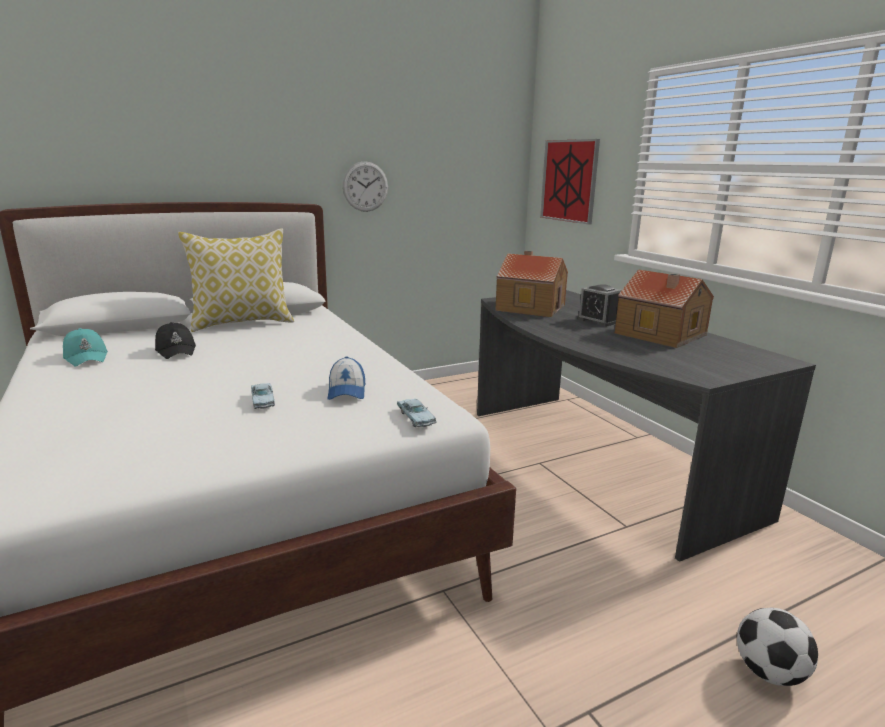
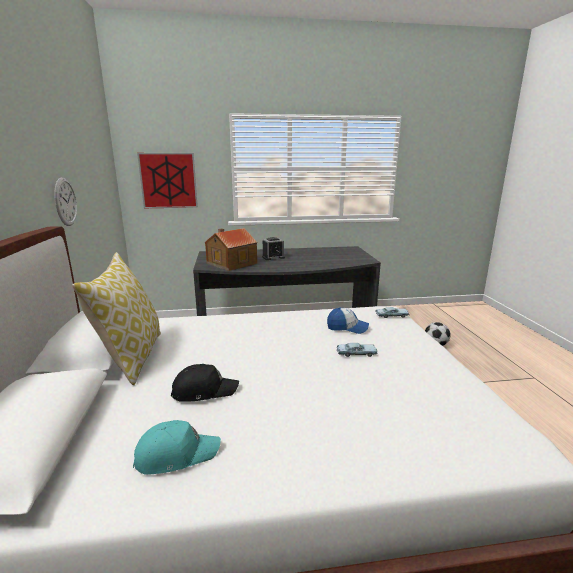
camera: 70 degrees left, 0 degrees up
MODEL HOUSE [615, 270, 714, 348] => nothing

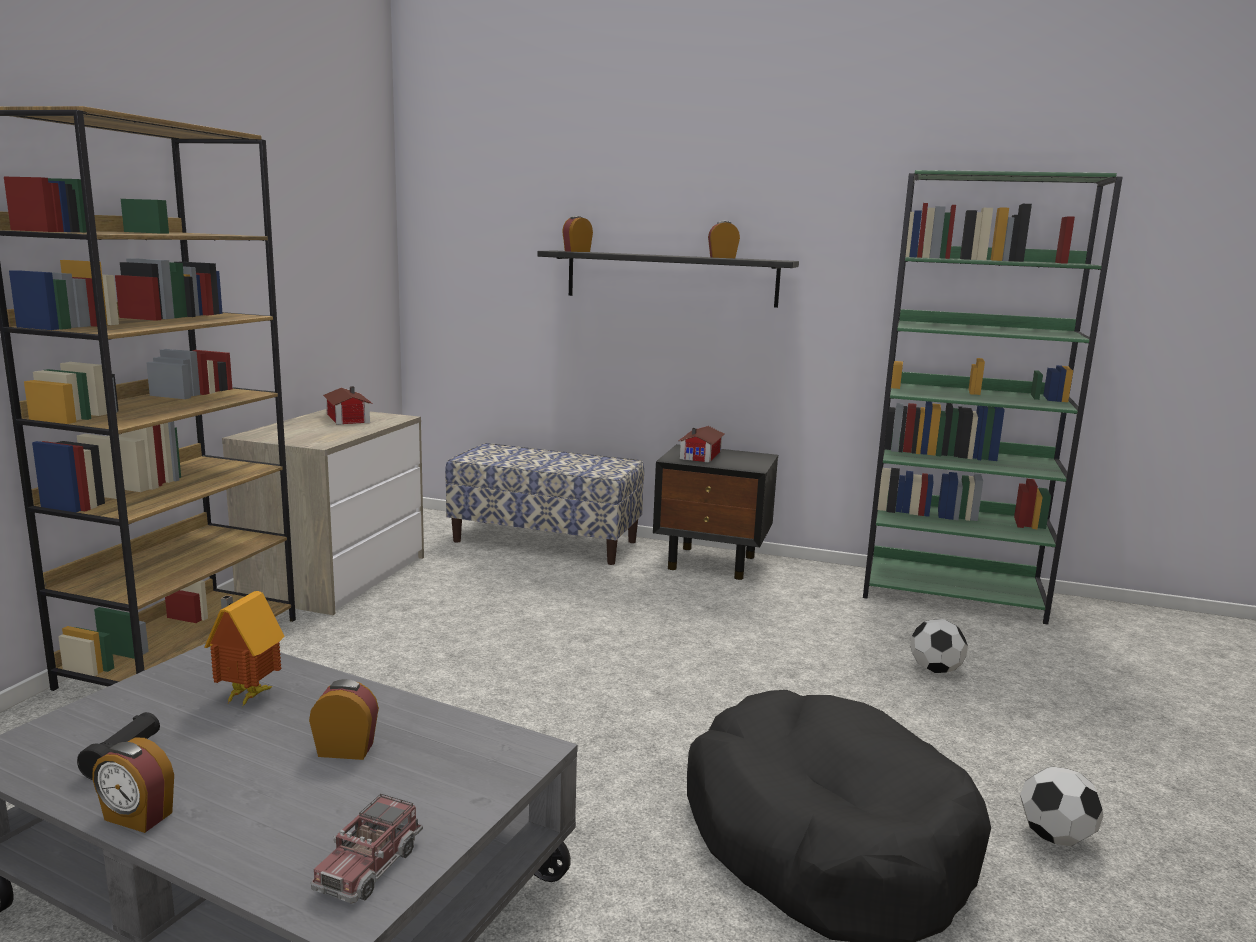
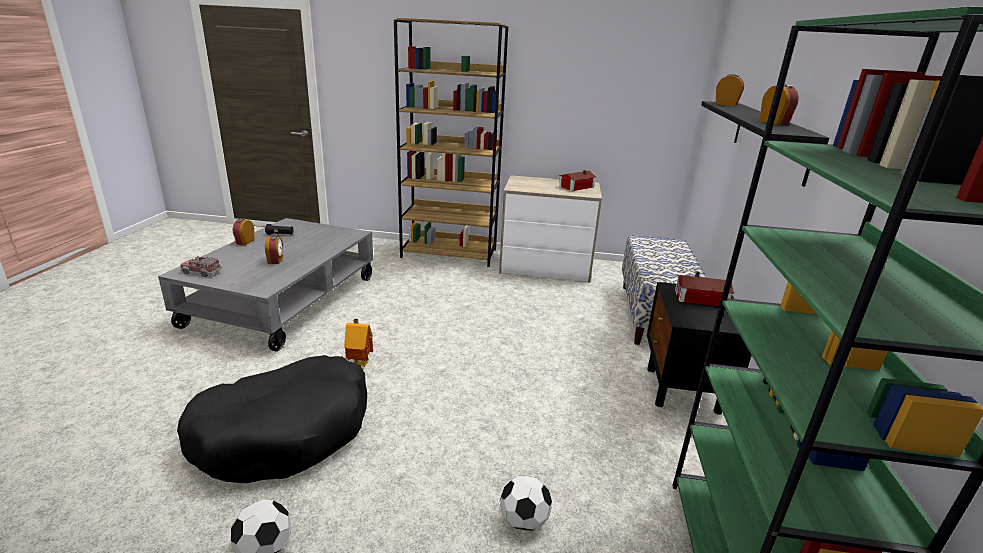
camera: 80 degrees right, 10 degrees up
MODEL HOUSE [205, 591, 284, 707] => MODEL HOUSE [344, 319, 373, 367], moved

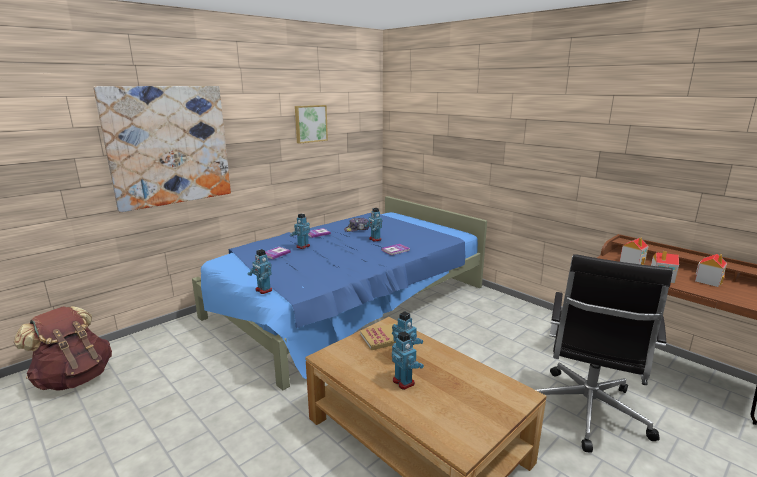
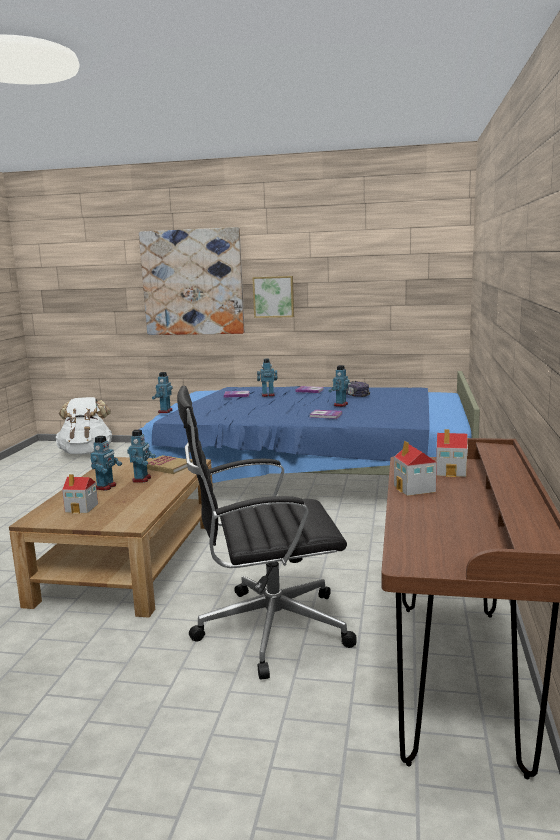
camera: 55 degrees right, 5 degrees down
BROWN-COLOURED KNAPSACK [14, 306, 112, 391] => WHITE-COLOURED KNAPSACK [55, 397, 113, 454]
WALL ART [295, 105, 328, 144] => WALL ART [252, 276, 294, 318], moved
MODEL HOUSE [695, 254, 727, 287] => MODEL HOUSE [62, 474, 98, 514], moved

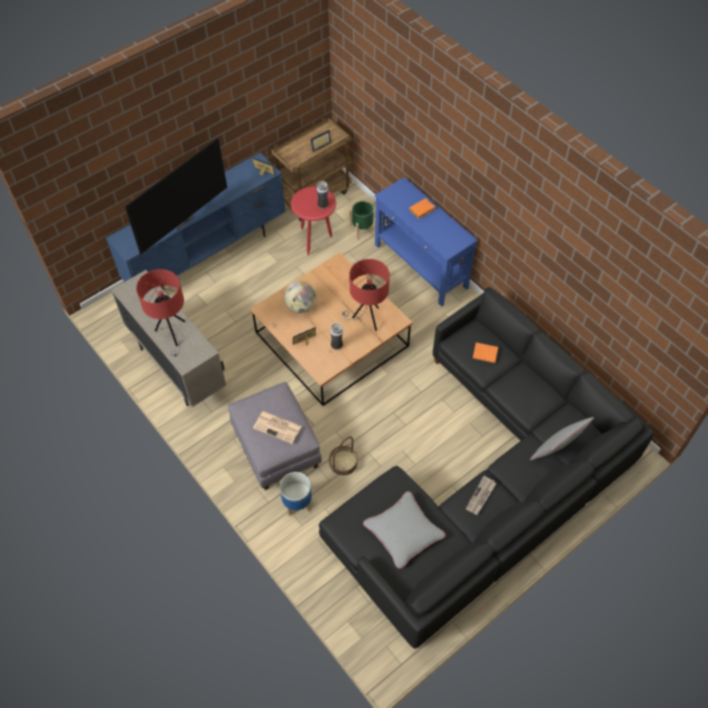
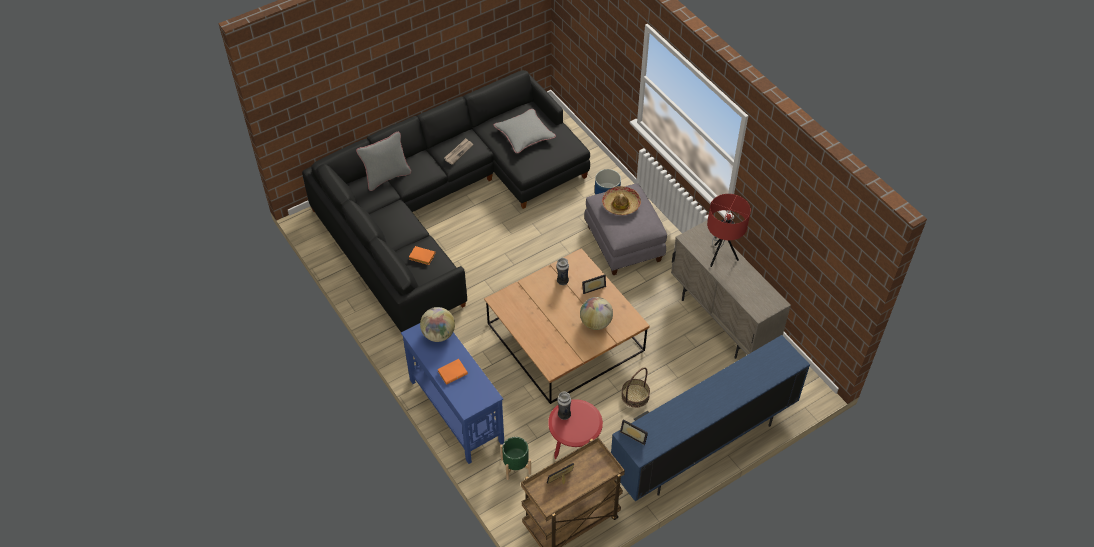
camera: 175 degrees left, 5 degrees down
TELEVISION [125, 137, 227, 255] => nothing
PRINTED PAPER [253, 411, 301, 444] => CLOTHING HAT [602, 186, 641, 215]
HOUSEHOLD BASKET [329, 436, 358, 476] => HOUSEHOLD BASKET [621, 367, 650, 408], moved
RED-COLOURED TABLE LAMP [342, 259, 390, 331] => nothing
nothing => DESK GLOBE [420, 307, 455, 342]

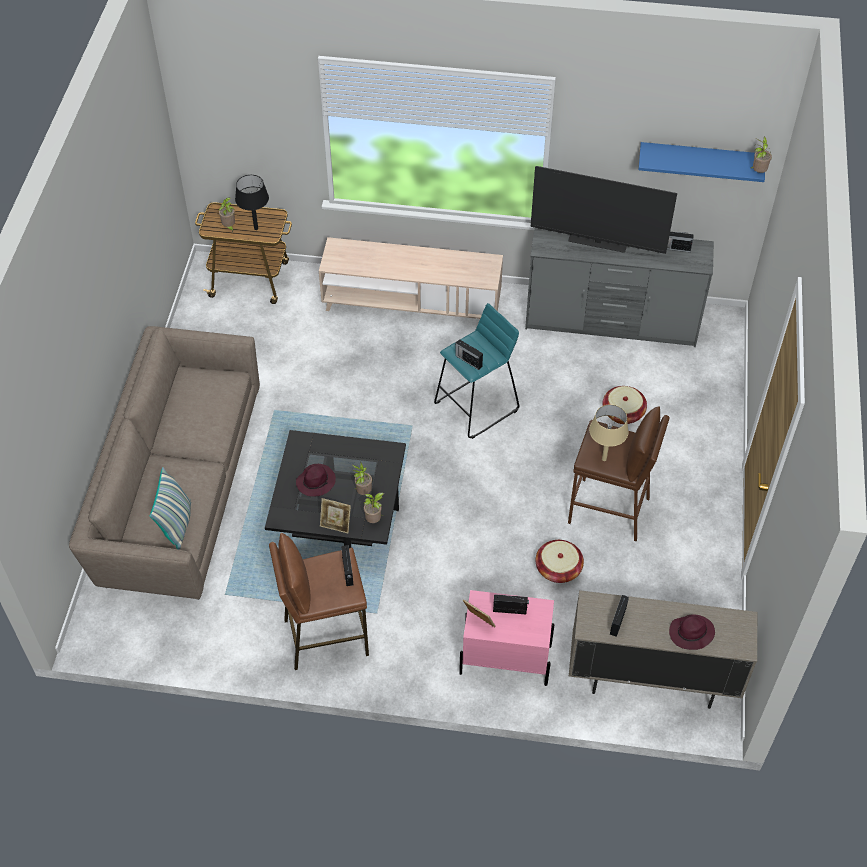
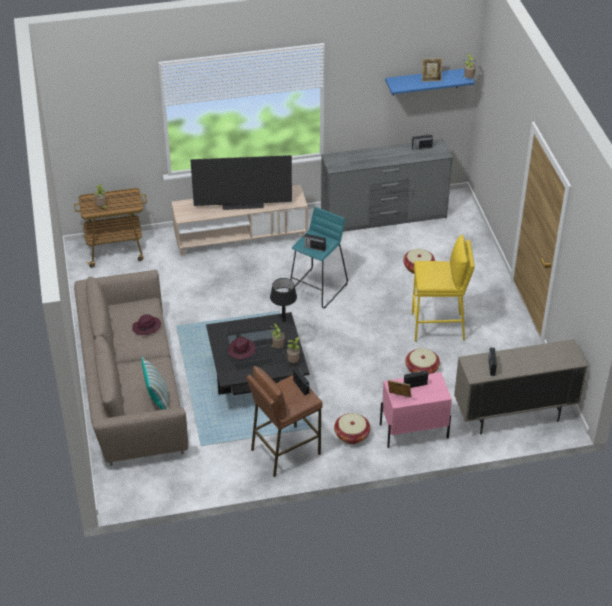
camera: 20 degrees left, 10 degrees down
BLACKISH TABLE LAMP [235, 175, 269, 230] => BLACKISH TABLE LAMP [270, 278, 297, 322], moved
STANDING FRAME [320, 498, 351, 533] => STANDING FRAME [422, 58, 442, 82], moved
TELEVISION [531, 166, 677, 254] => TELEVISION [191, 155, 292, 210], moved
BROWN-COLOURED SITTING STOOL [568, 406, 670, 541] => YELLOWISH SITTING STOOL [412, 234, 475, 342]
BEIGE TABLE LAMP [589, 404, 629, 461] => nothing
PURPLISH CLOTHING HAT [669, 615, 715, 650] => PURPLISH CLOTHING HAT [132, 314, 161, 335], moved
nothing => HOUSEHOLD BASKET [334, 413, 370, 444]

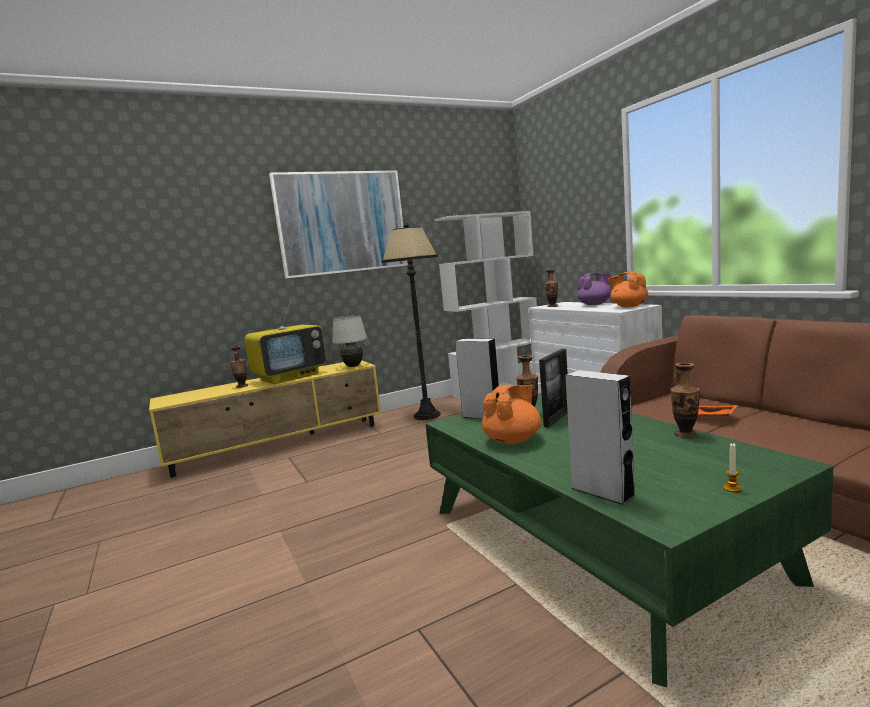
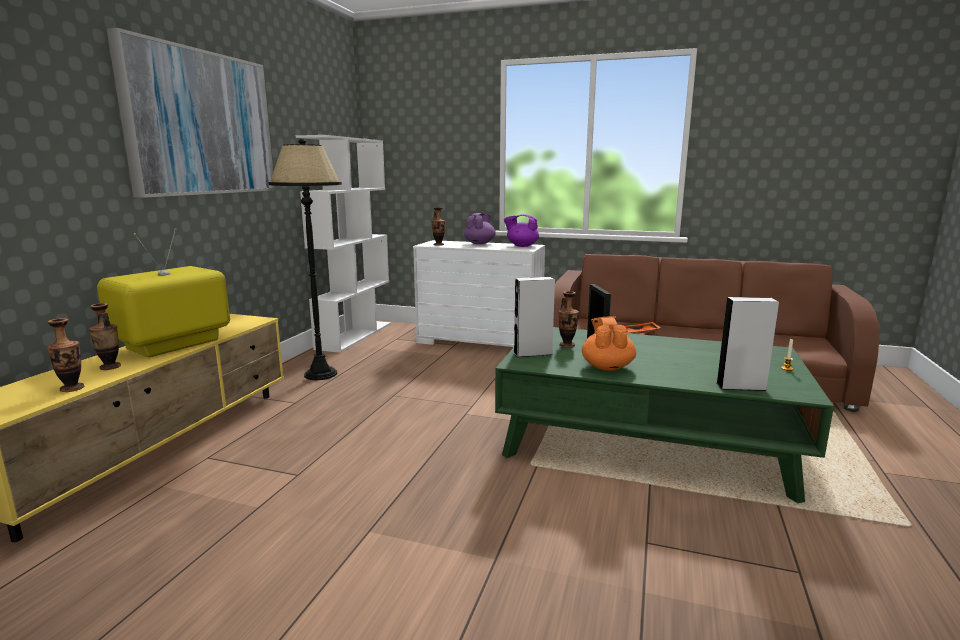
camera: 45 degrees left, 5 degrees up
TELEVISION [244, 299, 326, 384] => TELEVISION [97, 228, 230, 357], 150 degrees counterclockwise
WHITE-COLOURED TABLE LAMP [332, 315, 367, 367] => nothing
ORANGE TEA POT [608, 272, 648, 308] => PURPLISH TEA POT [504, 214, 539, 247]
FLOWER VASE [671, 363, 700, 438] => FLOWER VASE [47, 318, 84, 392], moved

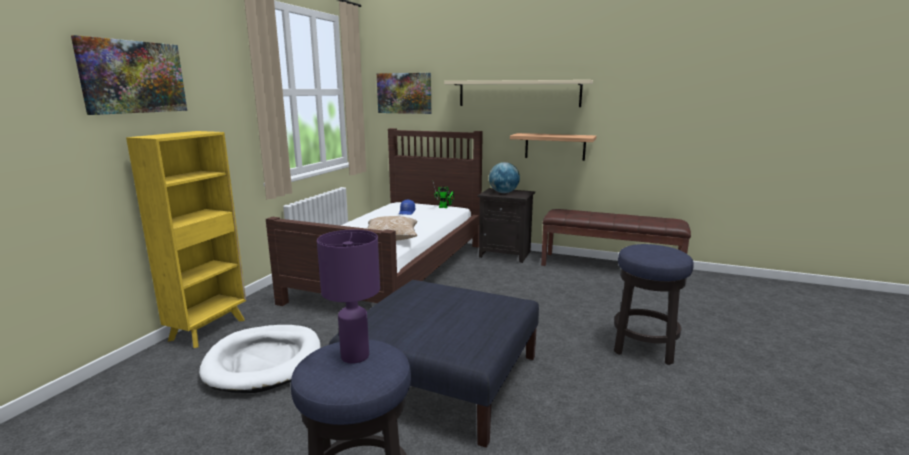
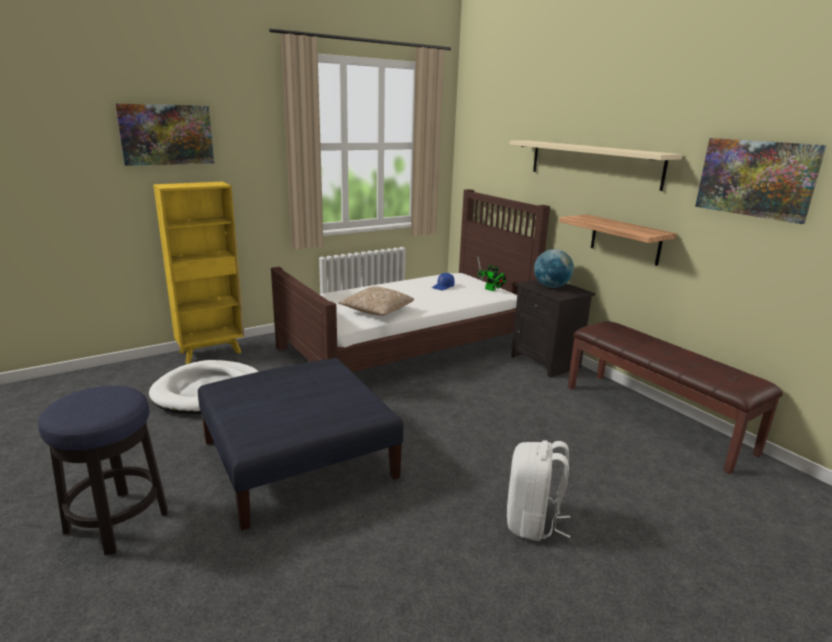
camera: 35 degrees right, 5 degrees up
PURPLISH TABLE LAMP [317, 230, 380, 364] => nothing
WALL ART [377, 73, 431, 114] => WALL ART [695, 138, 827, 224], moved
SITTING STOOL [614, 244, 694, 365] => WHITE-COLOURED KNAPSACK [507, 440, 571, 541]

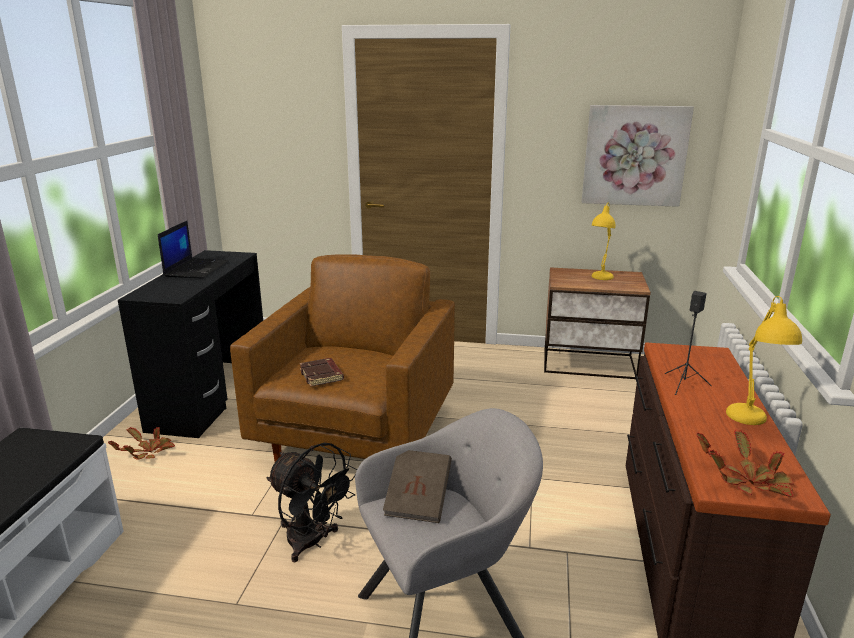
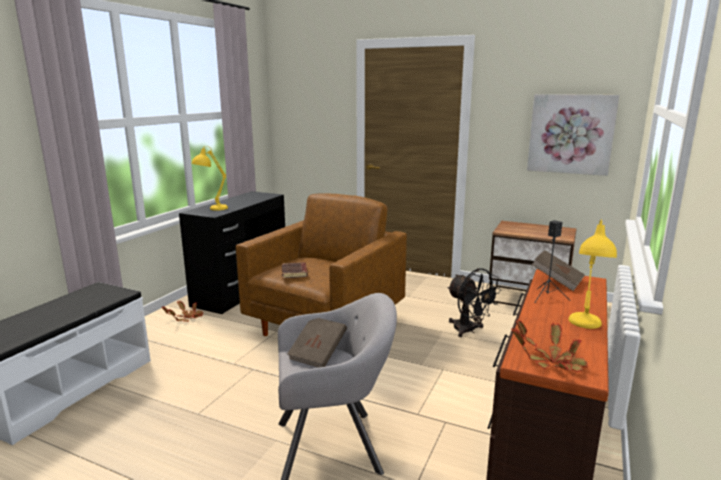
camera: 15 degrees right, 5 degrees down
NOTEBOOK COMPUTER [158, 221, 229, 279] => nothing
BLACKISH COOLING FAN [266, 443, 357, 562] => BLACKISH COOLING FAN [447, 268, 501, 337], moved
YELLOWISH TABLE LAMP [592, 204, 615, 280] => YELLOWISH TABLE LAMP [192, 146, 228, 211], moved
nothing => BROWN-COLOURED BOUND BOOK [531, 250, 585, 291]

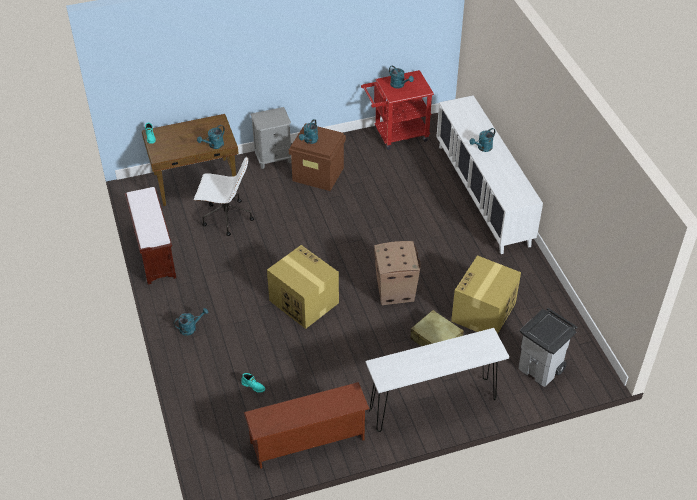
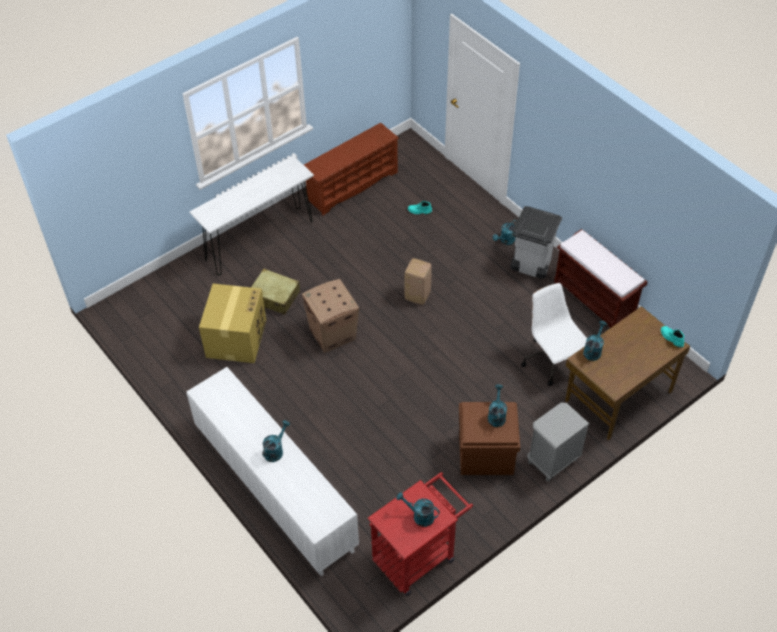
camera: 160 degrees right, 5 degrees up
WHITE-COLOURED DESK CHAIR [194, 157, 254, 236] => WHITE-COLOURED DESK CHAIR [521, 283, 587, 386], 75 degrees clockwise
PACKING BOX [267, 245, 339, 329] => BEIGE SITTING STOOL [404, 258, 432, 305]
GREYISH WASTE BIN [518, 308, 577, 387] => GREYISH WASTE BIN [510, 206, 562, 279], moved

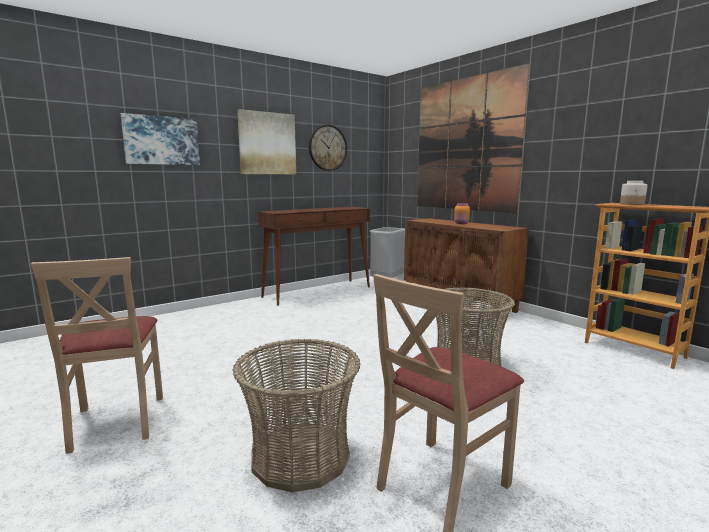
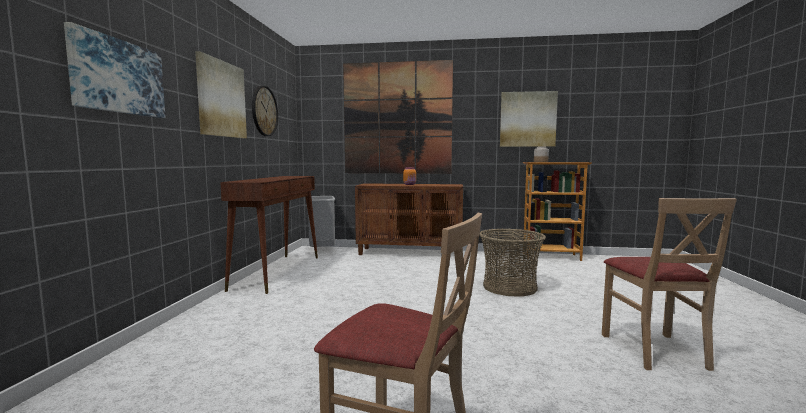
camera: 45 degrees left, 5 degrees down
HOUSEHOLD BASKET [233, 339, 361, 492] => nothing
nothing => WALL ART [500, 91, 558, 147]

